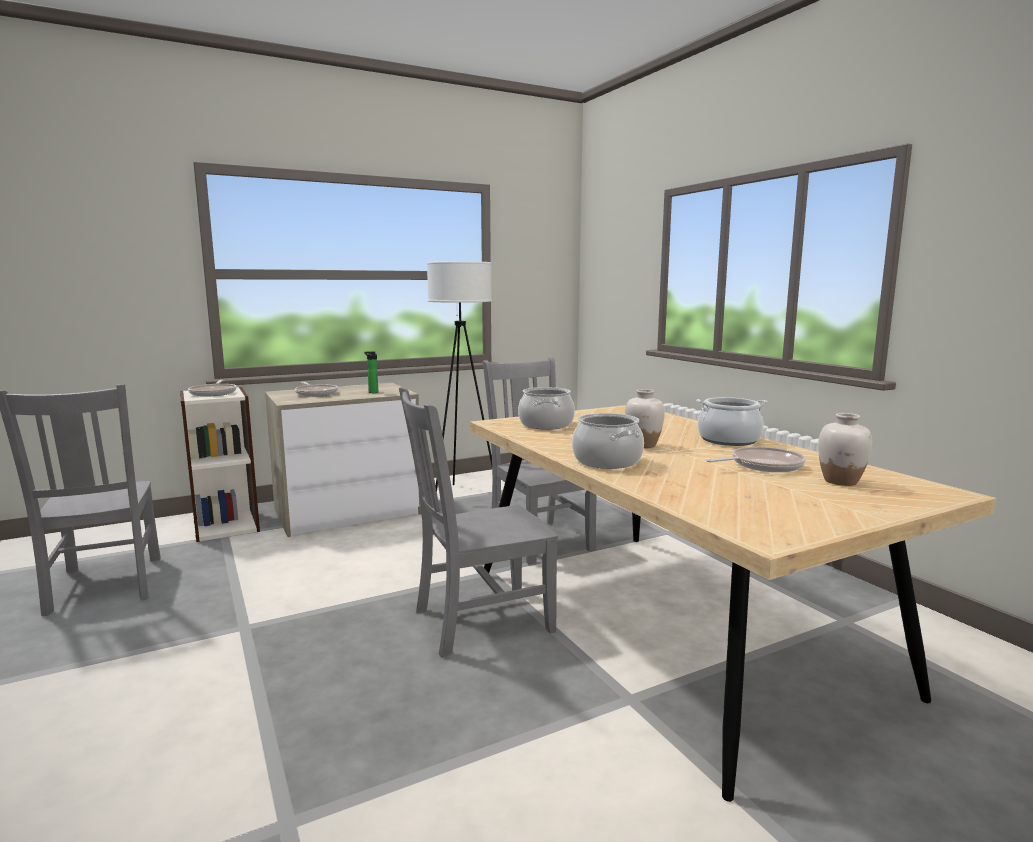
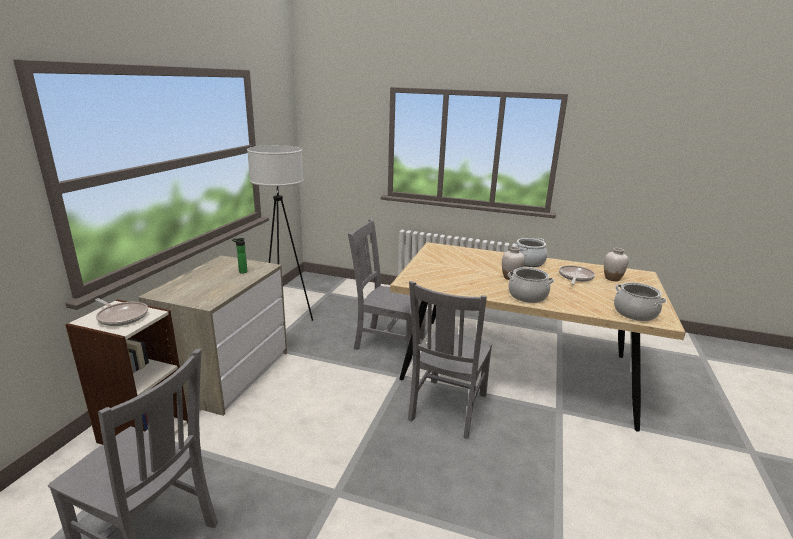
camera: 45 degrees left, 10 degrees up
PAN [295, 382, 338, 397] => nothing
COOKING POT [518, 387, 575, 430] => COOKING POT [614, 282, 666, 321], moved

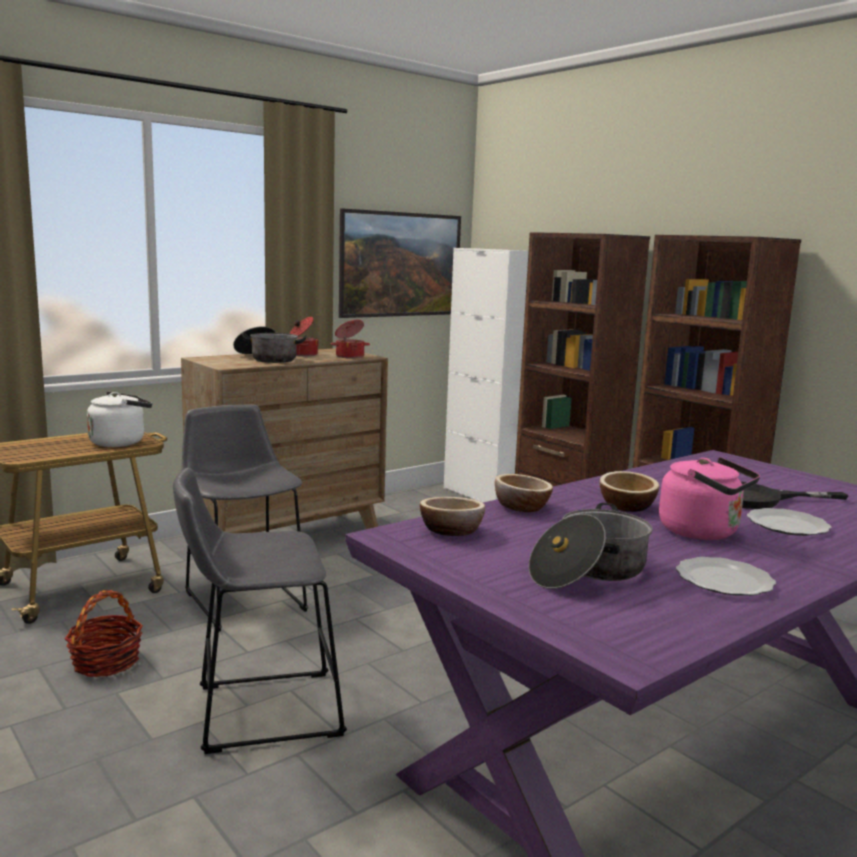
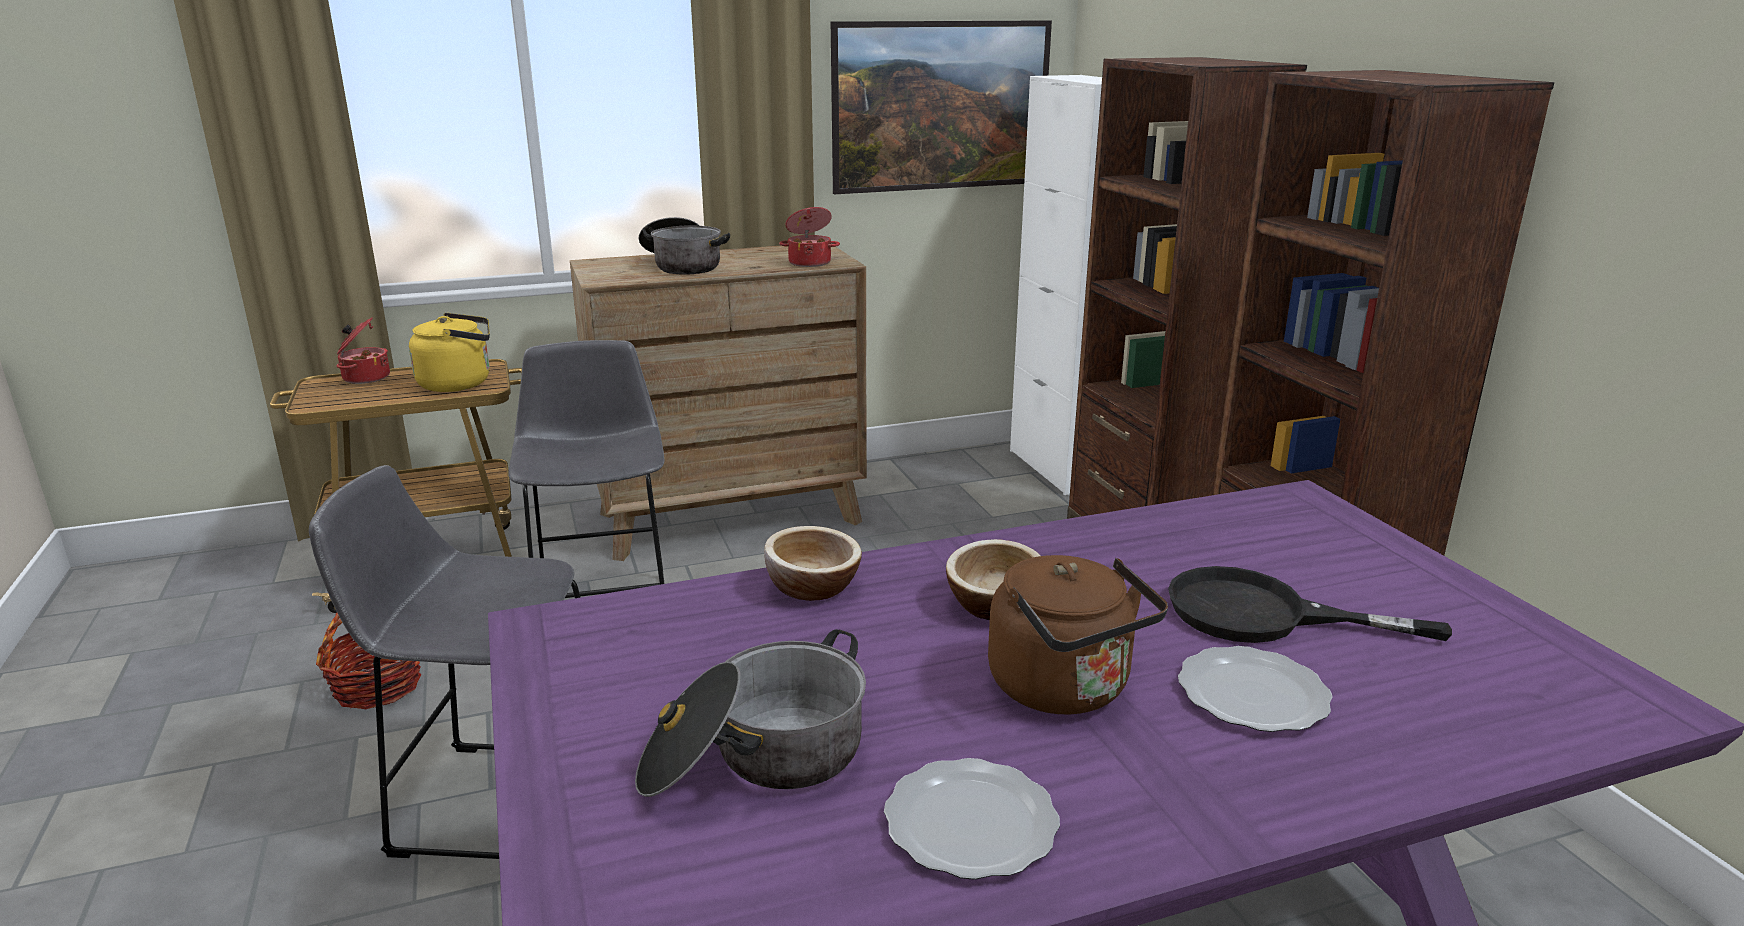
camera: 20 degrees right, 10 degrees up
WHITE-COLOURED KETTLE [87, 392, 152, 447] => YELLOWISH KETTLE [409, 313, 490, 392]
COOKING POT [289, 317, 319, 357] => COOKING POT [336, 318, 390, 384], moved
DEEP DISH [420, 497, 485, 536] => nothing
PINKISH KETTLE [659, 457, 760, 540] => BROWN-COLOURED KETTLE [988, 555, 1168, 714]

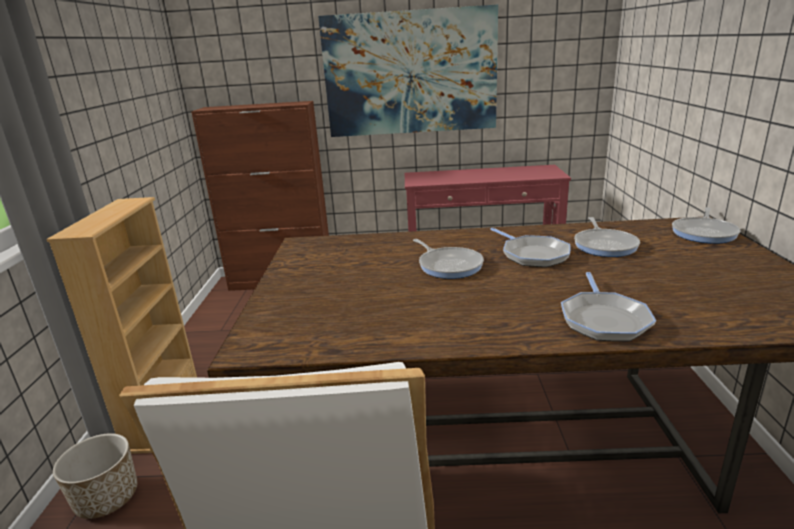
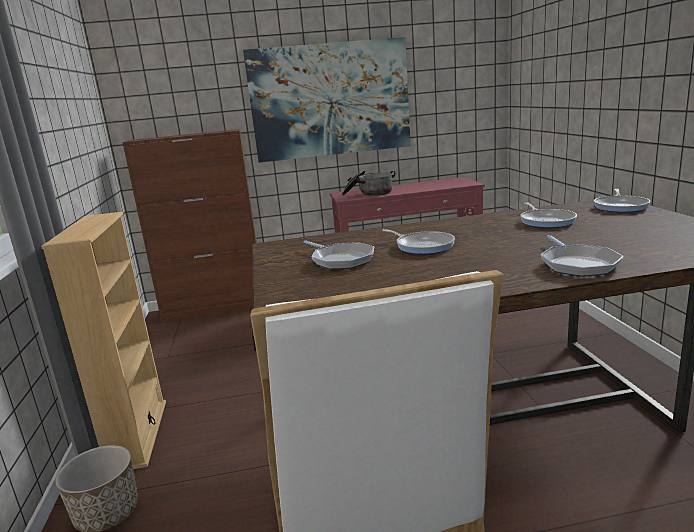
camera: 10 degrees left, 5 degrees down
PAN [490, 228, 571, 267] => PAN [304, 241, 374, 269], moved
nothing => COOKING POT [342, 171, 396, 196]

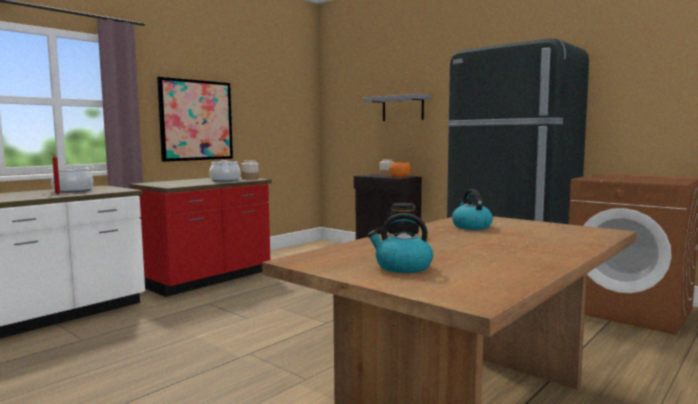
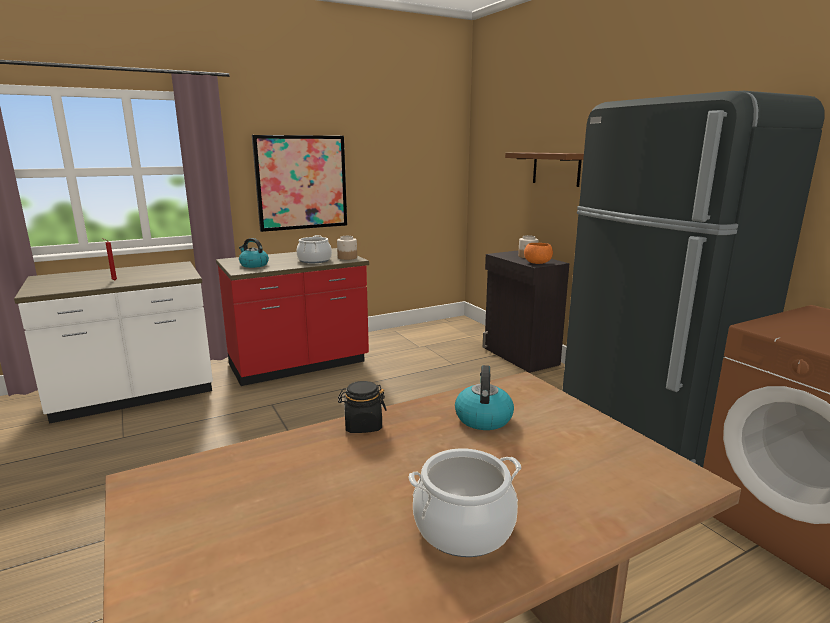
camera: 20 degrees right, 10 degrees up
COOKING POT [48, 167, 94, 193] => COOKING POT [409, 448, 521, 557], moved
GREYISH BRACKET SHELF [363, 94, 432, 121] => BROWN-COLOURED BRACKET SHELF [505, 153, 584, 187]
KETTLE [367, 213, 433, 273] => KETTLE [239, 238, 269, 268], moved

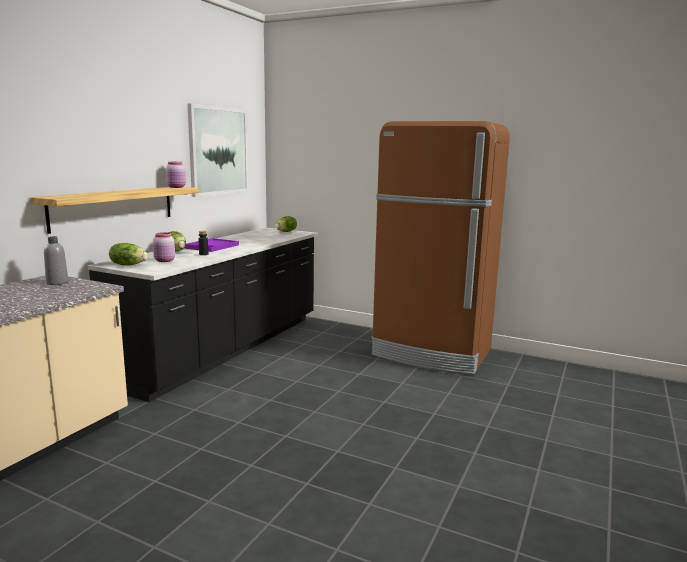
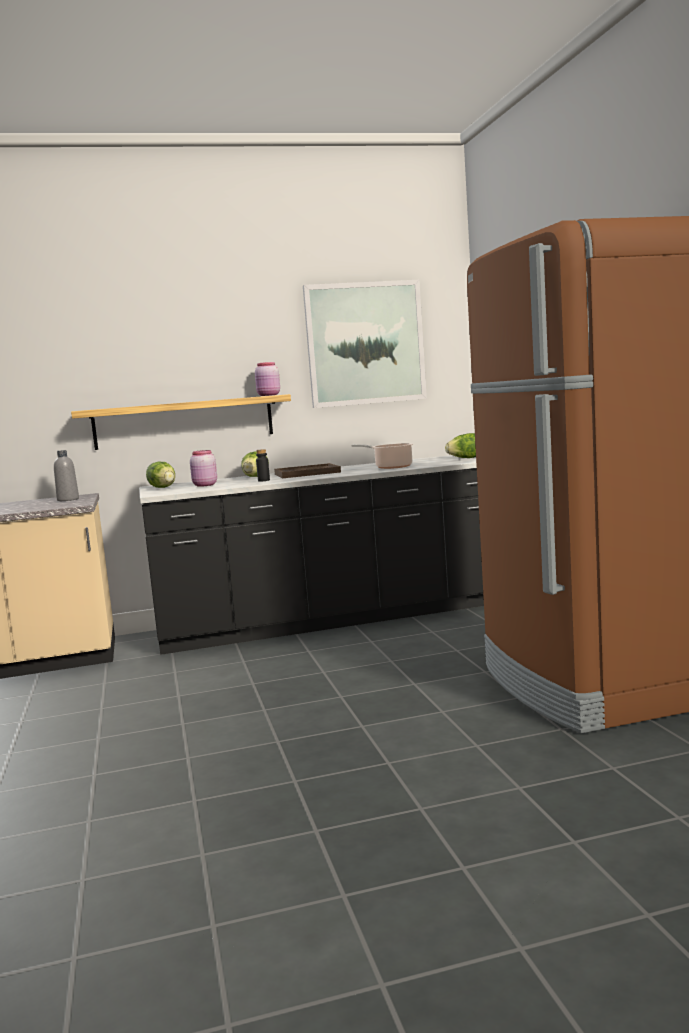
camera: 50 degrees right, 5 degrees down
PURPLISH TRAY [185, 238, 239, 252] => BROWN-COLOURED TRAY [274, 463, 341, 478]
nothing => COOKING POT [351, 443, 413, 469]

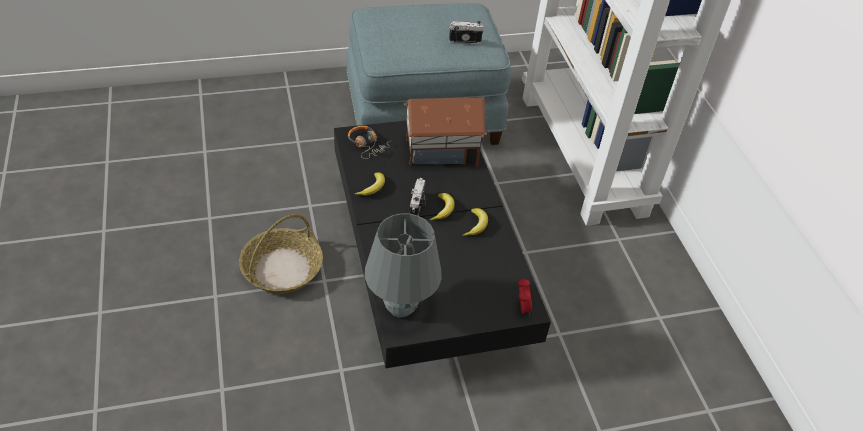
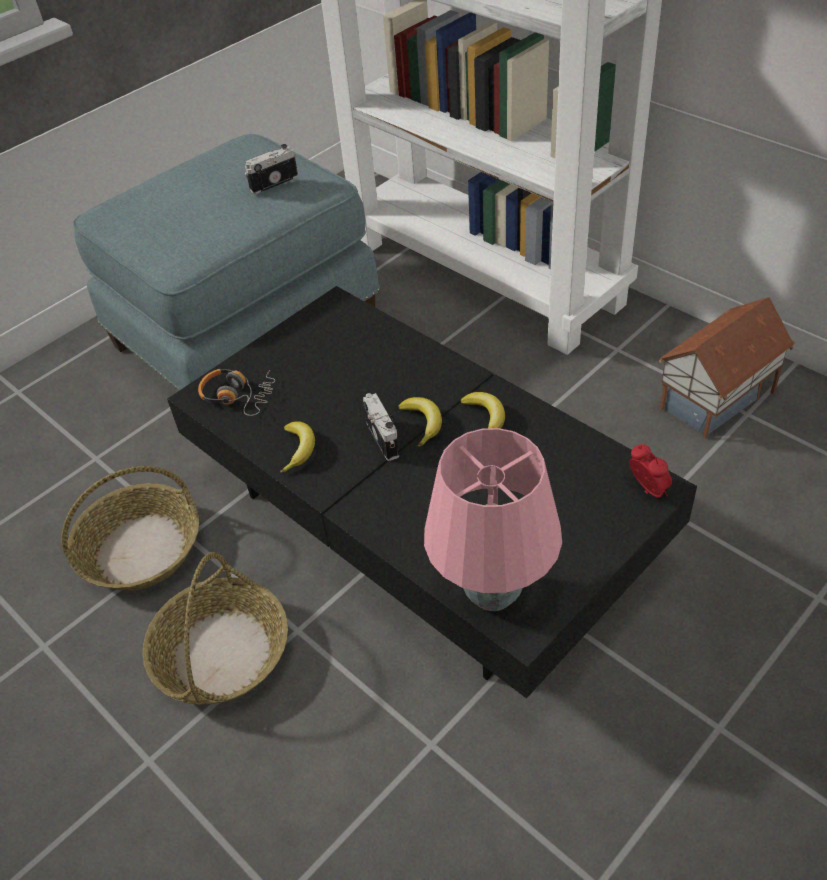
camera: 25 degrees left, 0 degrees up
GREYISH TABLE LAMP [365, 213, 442, 317] => PINKISH TABLE LAMP [424, 428, 562, 611]
MODEL HOUSE [404, 98, 487, 167] => MODEL HOUSE [659, 297, 795, 439], moved
nothing => HOUSEHOLD BASKET [61, 466, 199, 591]

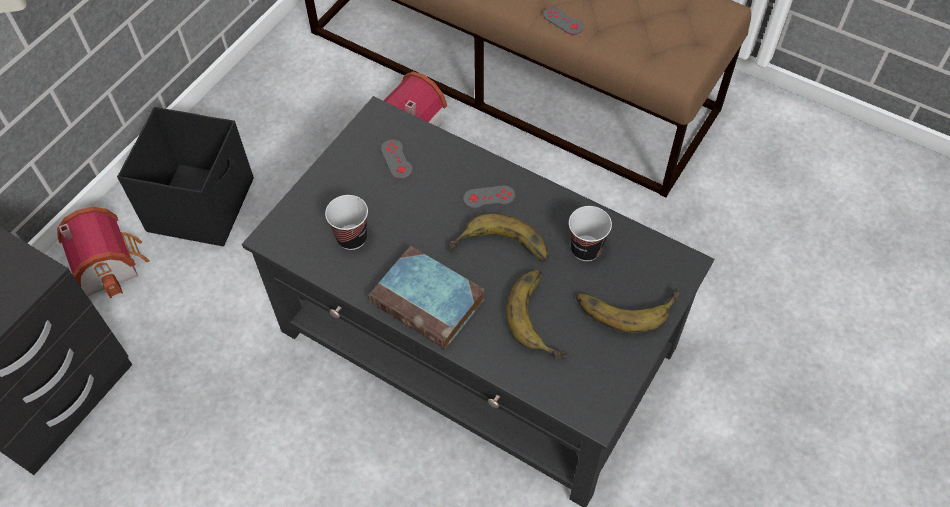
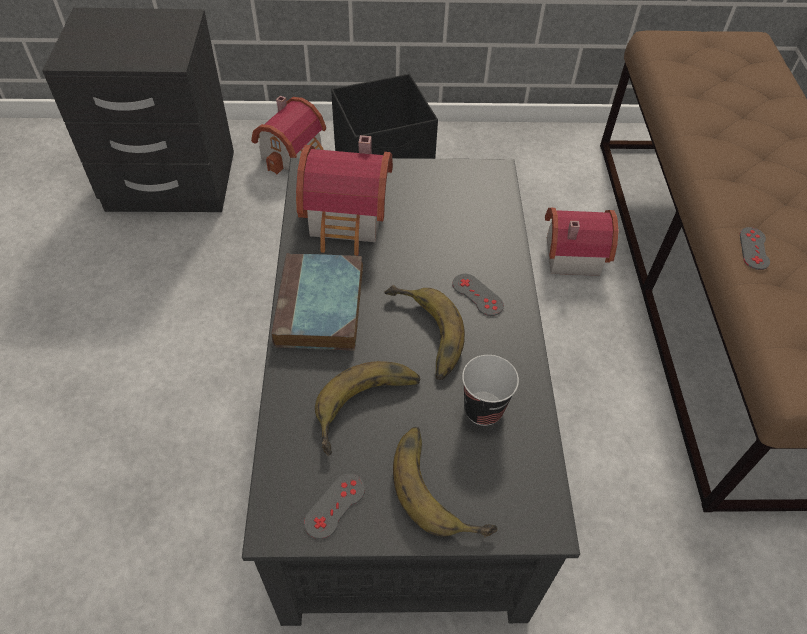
camera: 55 degrees right, 5 degrees down
DRINKING CUP [325, 195, 368, 250] => MODEL HOUSE [296, 135, 393, 256]
GREYISH JOYPAD [381, 140, 413, 179] => GREYISH JOYPAD [304, 474, 365, 539], moved

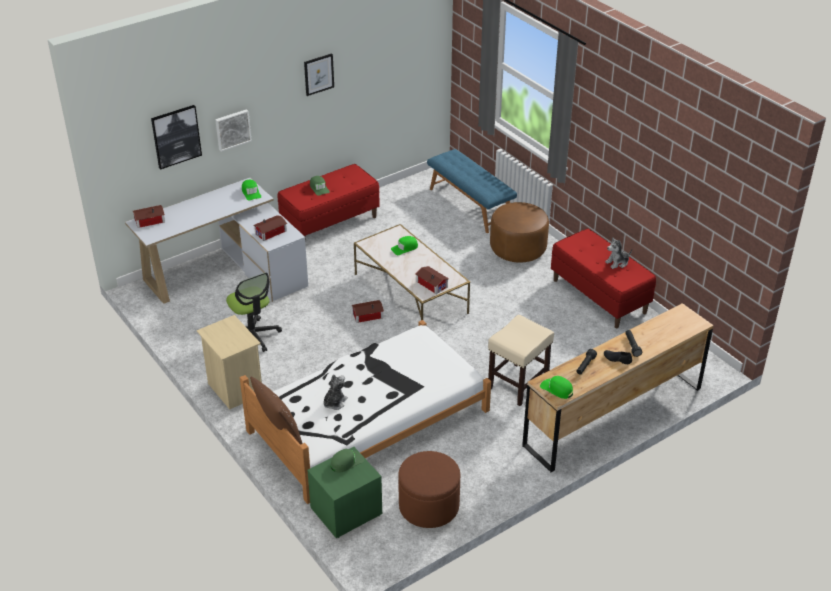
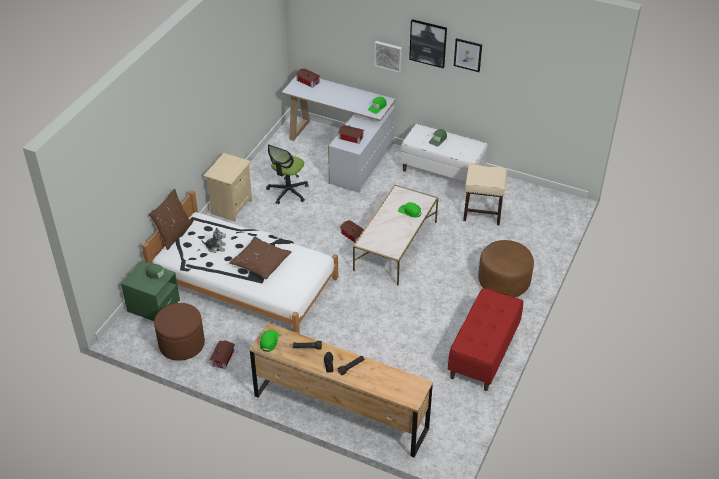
camera: 60 degrees right, 5 degrees up
WALL ART [151, 105, 202, 169] => WALL ART [409, 19, 447, 68], moved
RED-COLOURED BENCH [278, 164, 379, 236] => WHITE-COLOURED BENCH [401, 124, 488, 182]
MODEL HOUSE [415, 266, 449, 294] => MODEL HOUSE [209, 340, 235, 369], moved
BLUE-COLOURED BENCH [427, 149, 517, 233] => nothing
BEIGE SITTING STOOL [488, 315, 554, 406] => BEIGE SITTING STOOL [463, 164, 507, 225], moved
PLUSH TOY [605, 237, 632, 269] => nothing
nothing => BROWN-COLOURED THROW PILLOW [229, 237, 292, 279]

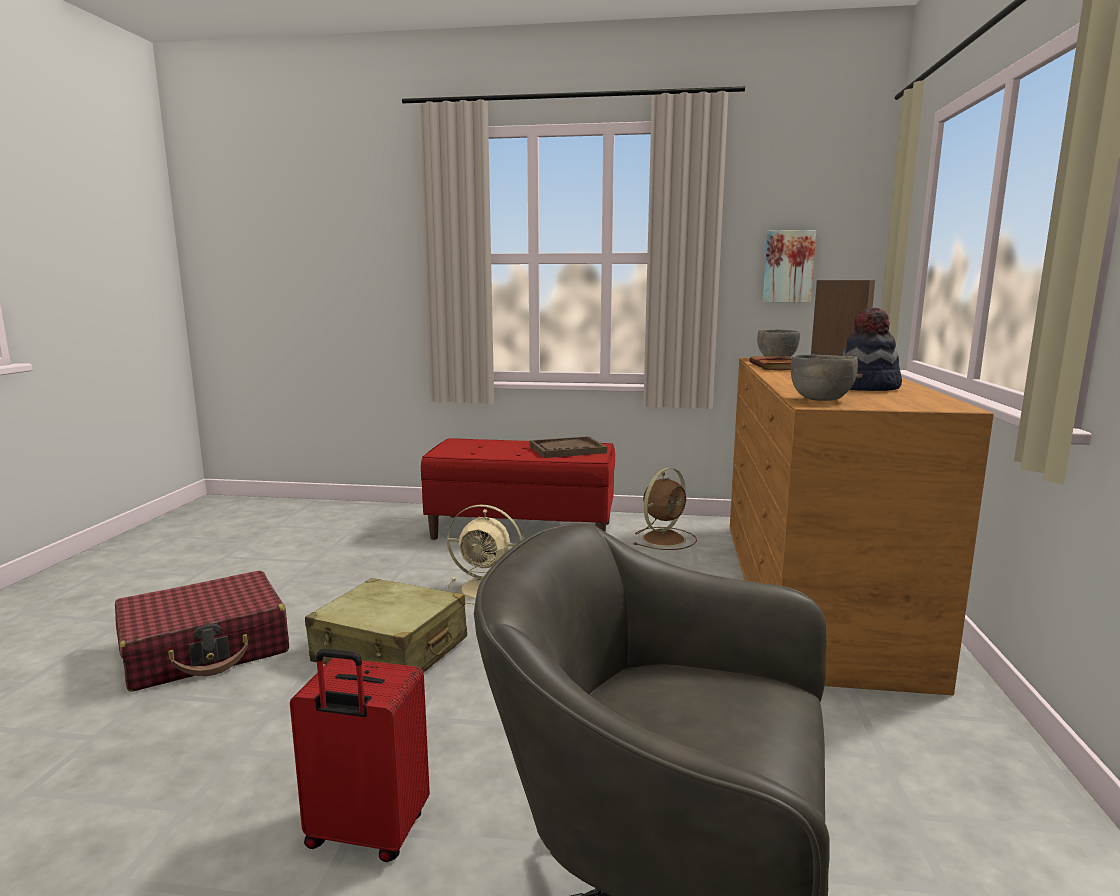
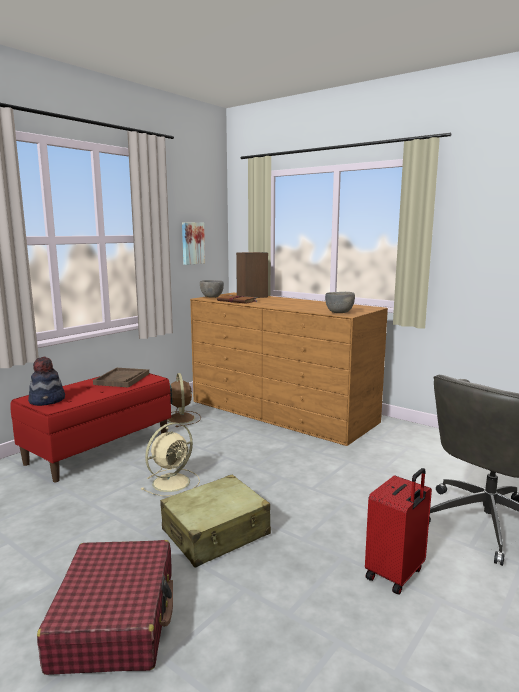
camera: 60 degrees left, 0 degrees up
CLOTHING HAT [842, 308, 902, 391] => CLOTHING HAT [28, 356, 65, 406], moved

